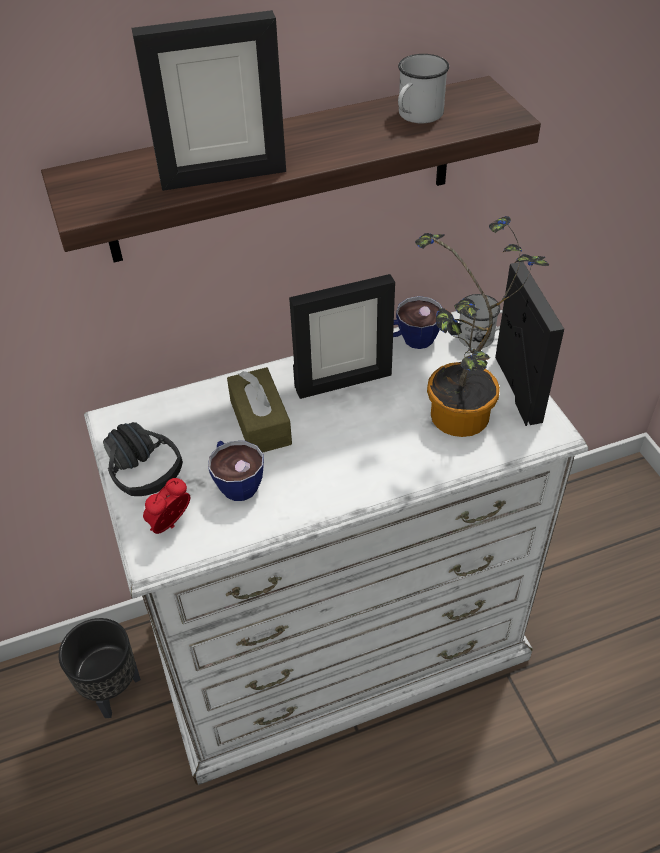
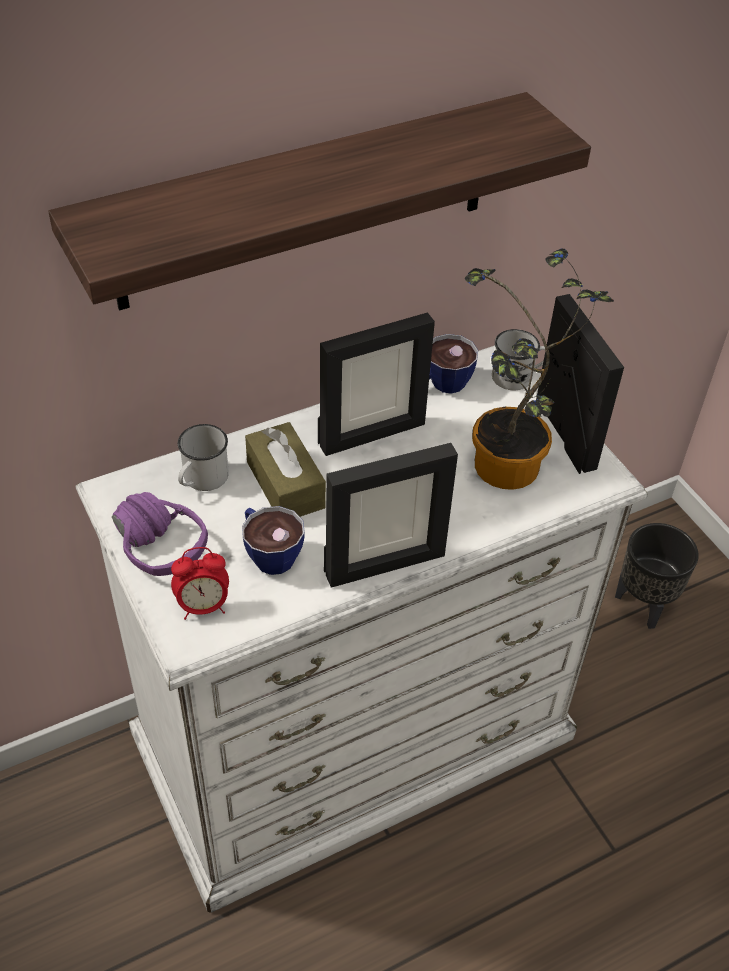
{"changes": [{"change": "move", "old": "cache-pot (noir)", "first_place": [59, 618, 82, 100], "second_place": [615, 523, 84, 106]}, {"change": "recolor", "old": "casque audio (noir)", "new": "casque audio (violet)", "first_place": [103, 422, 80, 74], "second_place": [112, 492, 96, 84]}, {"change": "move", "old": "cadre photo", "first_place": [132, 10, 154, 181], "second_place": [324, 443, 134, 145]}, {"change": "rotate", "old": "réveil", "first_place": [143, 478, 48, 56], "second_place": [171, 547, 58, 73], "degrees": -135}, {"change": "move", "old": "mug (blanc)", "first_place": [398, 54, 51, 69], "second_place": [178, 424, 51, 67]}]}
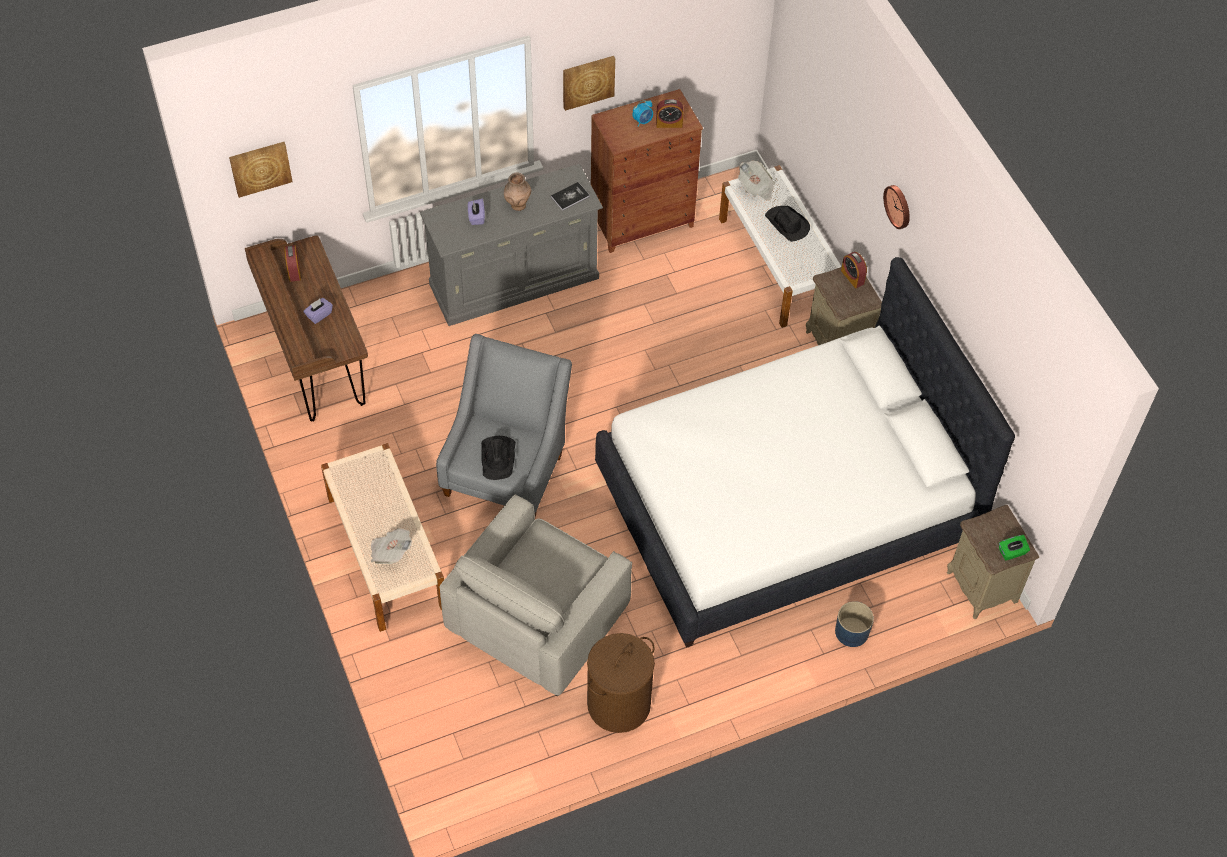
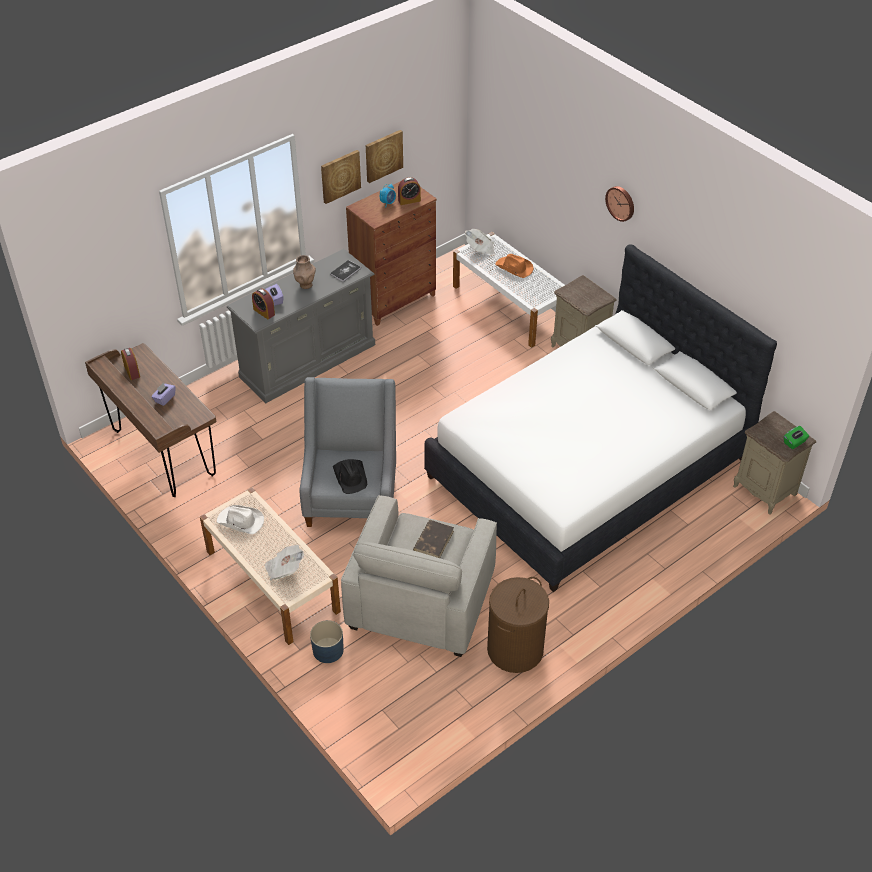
{"changes": [{"change": "move", "old": "tableau", "first_place": [229, 142, 64, 56], "second_place": [366, 130, 37, 53]}, {"change": "recolor", "old": "chapeau (noir)", "new": "chapeau (orange)", "first_place": [765, 206, 45, 36], "second_place": [495, 254, 39, 24]}, {"change": "move", "old": "cache-pot (bleu)", "first_place": [835, 601, 39, 46], "second_place": [310, 620, 34, 43]}, {"change": "move", "old": "réveil", "first_place": [841, 252, 26, 36], "second_place": [252, 288, 23, 31]}, {"change": "insert", "new": "chapeau (blanc)", "second_place": [217, 505, 47, 29]}, {"change": "insert", "new": "livre (marron)", "second_place": [413, 520, 41, 38]}]}
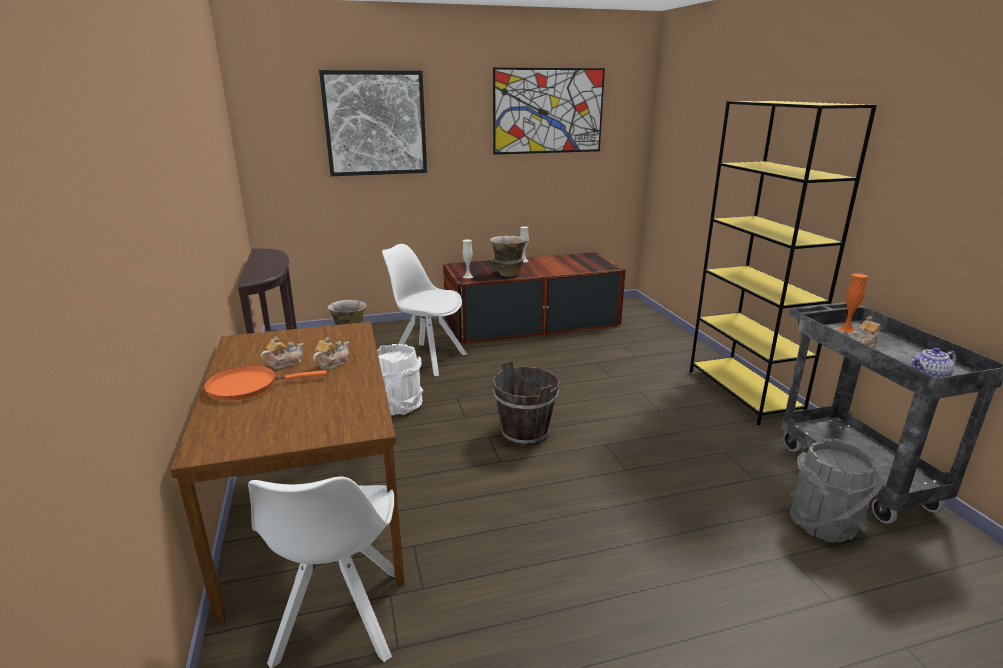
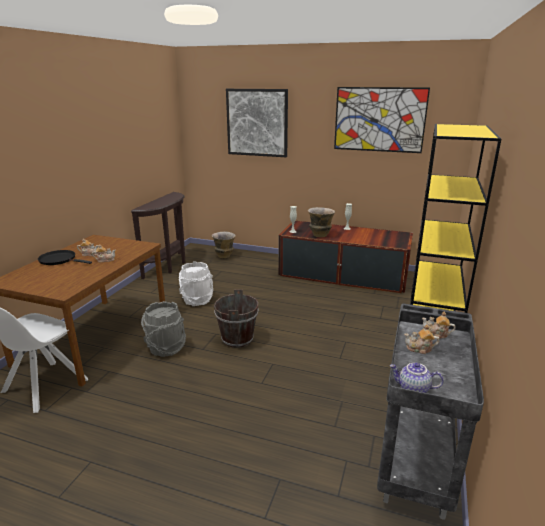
{"changes": [{"change": "recolor", "old": "poêle (orange)", "new": "poêle (noir)", "first_place": [204, 366, 123, 35], "second_place": [38, 250, 54, 15]}, {"change": "delete", "old": "chaise (blanc)", "first_place": [382, 244, 86, 132]}, {"change": "move", "old": "seau (gris)", "first_place": [790, 438, 92, 105], "second_place": [141, 301, 45, 56]}, {"change": "replace", "old": "vase (orange)", "new": "théière", "first_place": [838, 273, 30, 60], "second_place": [422, 312, 34, 27]}]}
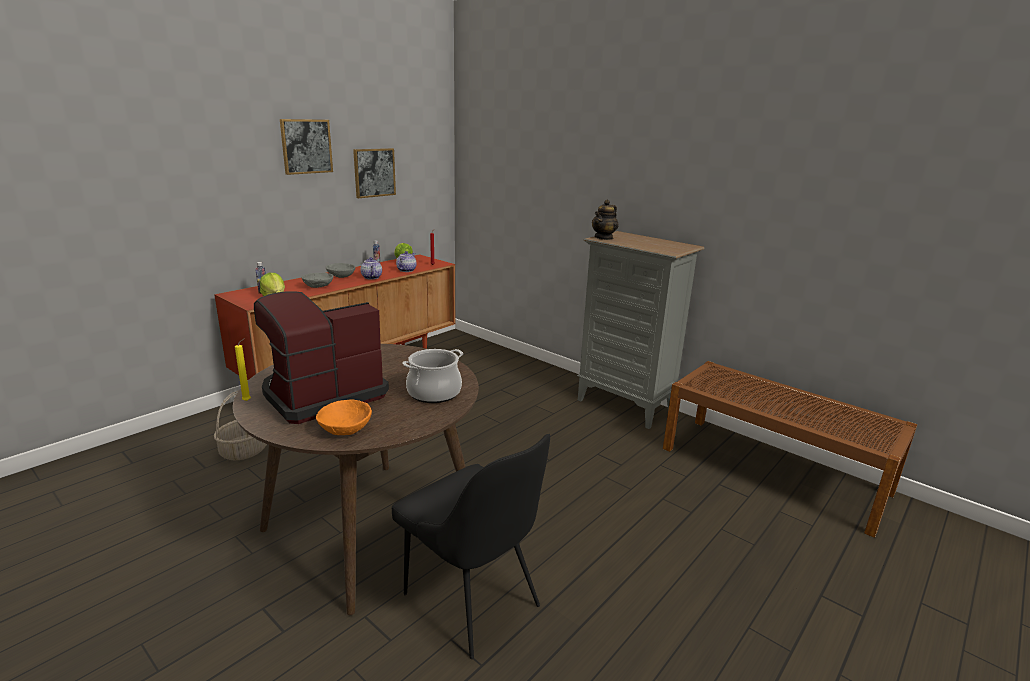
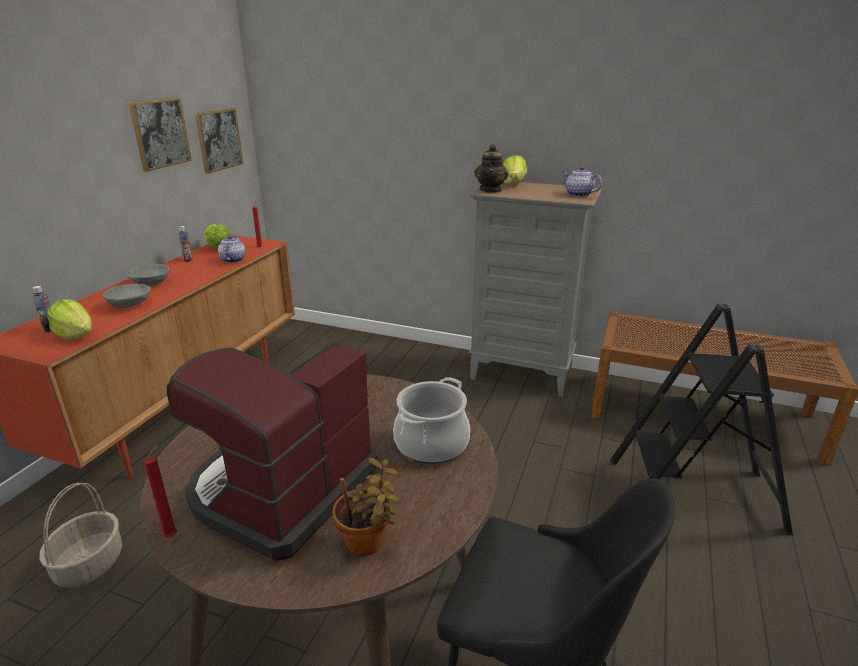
{"changes": [{"change": "recolor", "old": "bougie (jaune)", "new": "bougie (rouge)", "first_place": [235, 338, 16, 63], "second_place": [144, 444, 33, 94]}, {"change": "move", "old": "tableau", "first_place": [280, 119, 53, 56], "second_place": [195, 108, 48, 66]}, {"change": "replace", "old": "bol (orange)", "new": "plante en pot", "first_place": [316, 399, 56, 36], "second_place": [333, 458, 66, 98]}, {"change": "move", "old": "théière", "first_place": [360, 257, 22, 22], "second_place": [562, 166, 40, 31]}, {"change": "insert", "new": "laitue", "second_place": [503, 155, 25, 30]}, {"change": "insert", "new": "escabeau (noir)", "second_place": [610, 304, 184, 231]}]}
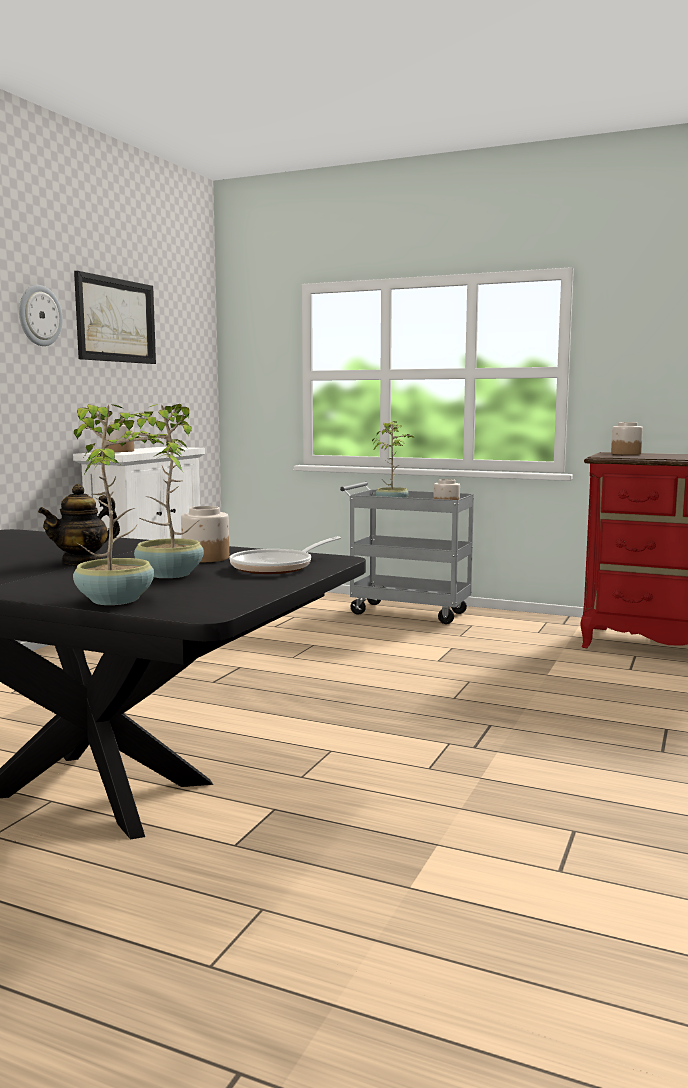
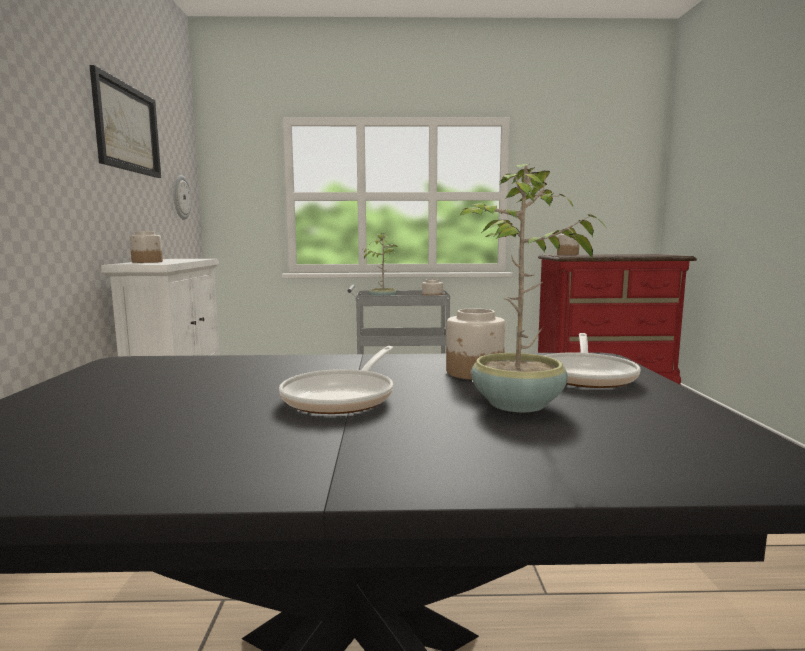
{"changes": [{"change": "move", "old": "horloge murale", "first_place": [19, 285, 44, 61], "second_place": [173, 175, 19, 45]}, {"change": "replace", "old": "théière", "new": "poêle", "first_place": [38, 484, 82, 81], "second_place": [279, 346, 115, 68]}, {"change": "delete", "old": "plante en pot", "first_place": [73, 404, 92, 201]}]}
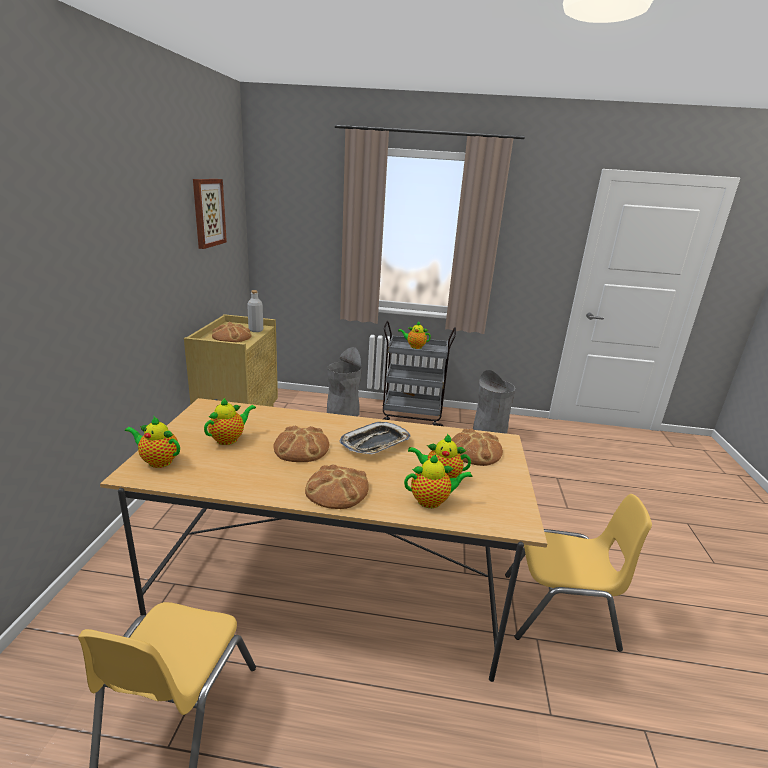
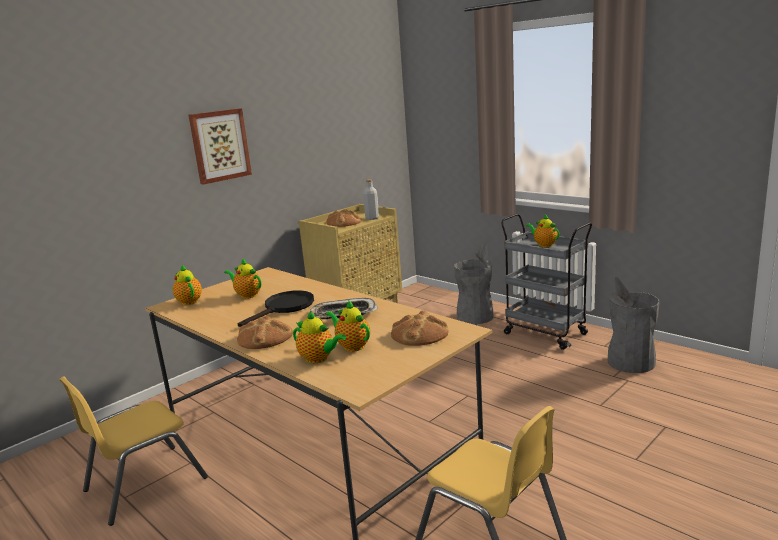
{"changes": [{"change": "move", "old": "tableau", "first_place": [193, 179, 34, 70], "second_place": [189, 108, 63, 77]}, {"change": "rotate", "old": "théière", "first_place": [204, 398, 52, 47], "second_place": [224, 259, 37, 40], "degrees": -135}, {"change": "replace", "old": "pain", "new": "poêle (noir)", "first_place": [273, 425, 56, 37], "second_place": [238, 290, 76, 37]}]}
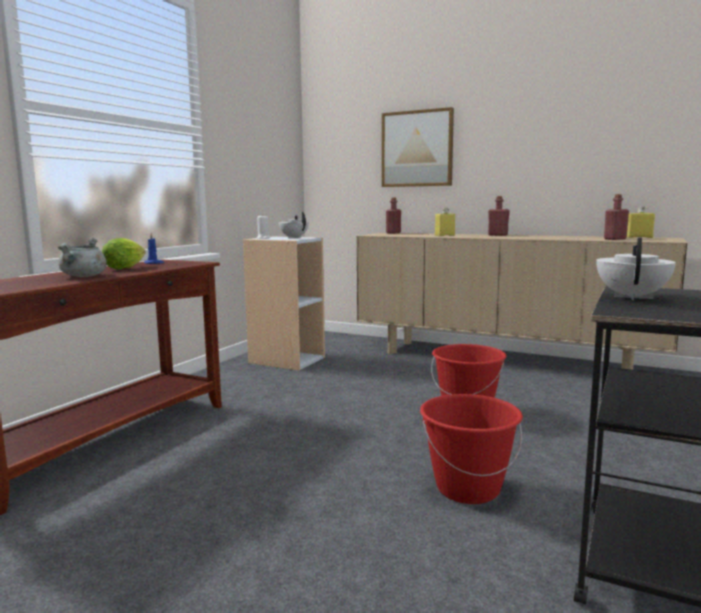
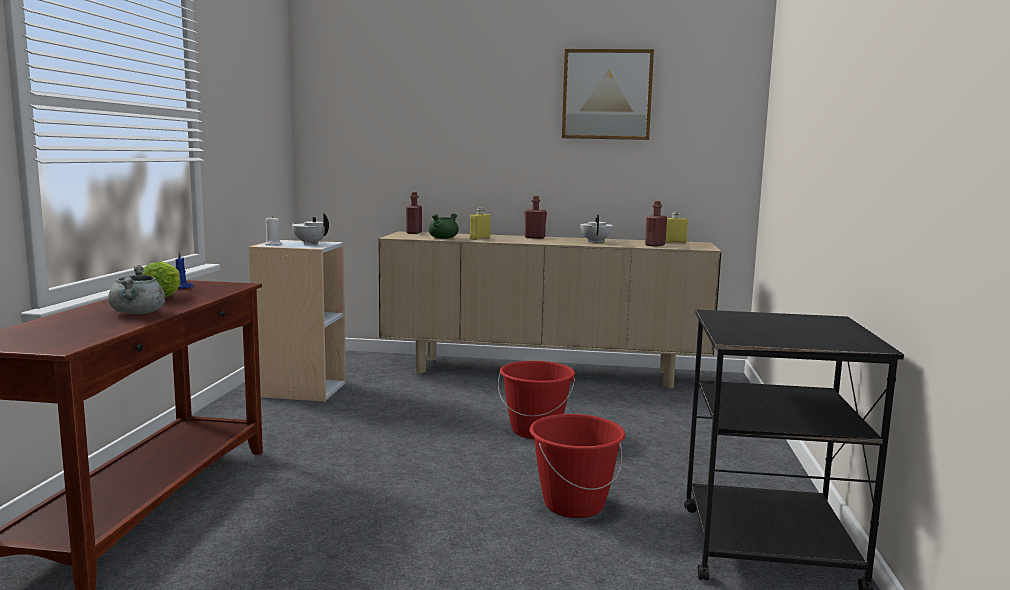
{"changes": [{"change": "move", "old": "tableau", "first_place": [382, 107, 72, 80], "second_place": [562, 49, 92, 91]}, {"change": "move", "old": "théière (blanc)", "first_place": [596, 237, 80, 63], "second_place": [580, 214, 33, 29]}, {"change": "insert", "new": "marmite (vert)", "second_place": [428, 213, 31, 26]}]}
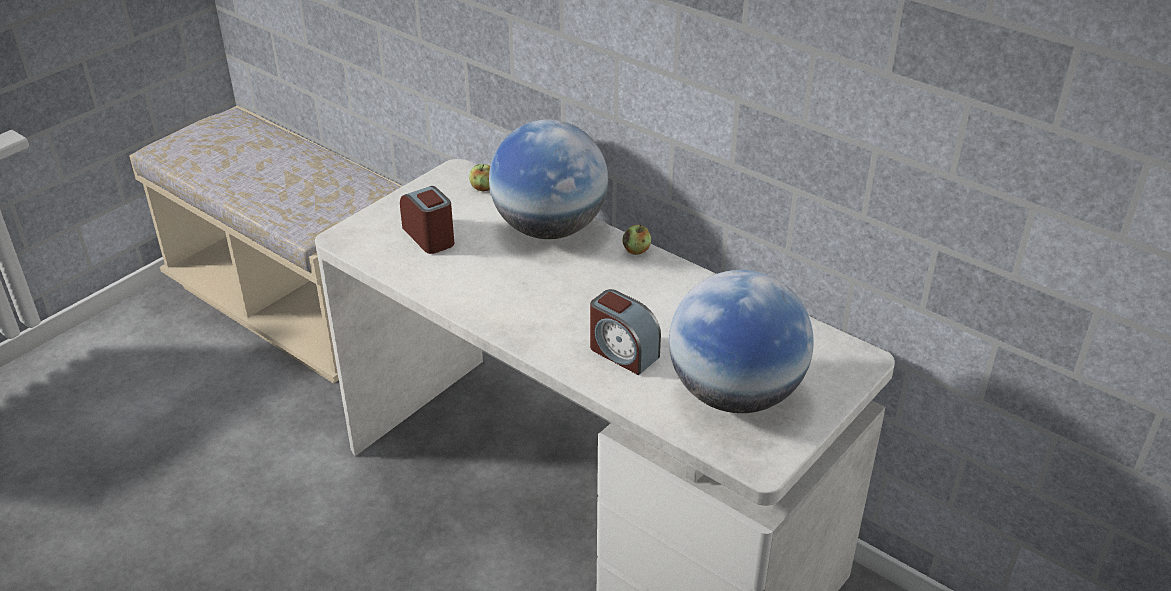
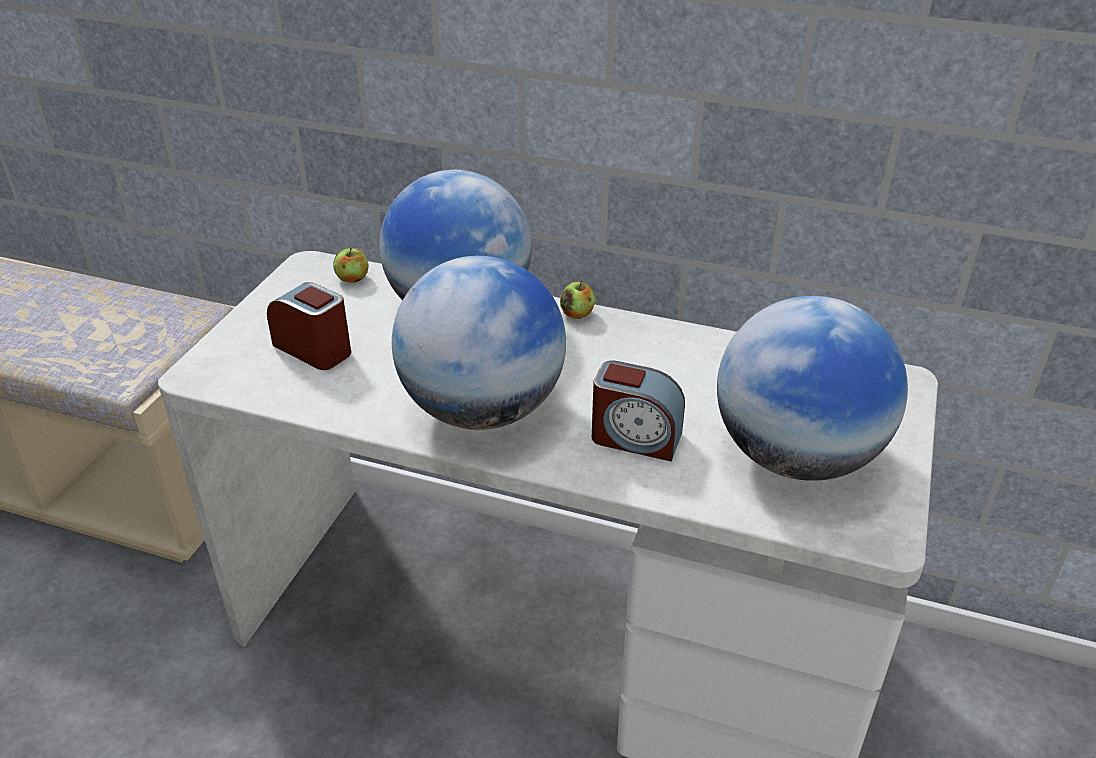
{"changes": [{"change": "insert", "new": "globe", "second_place": [392, 256, 174, 174]}]}
